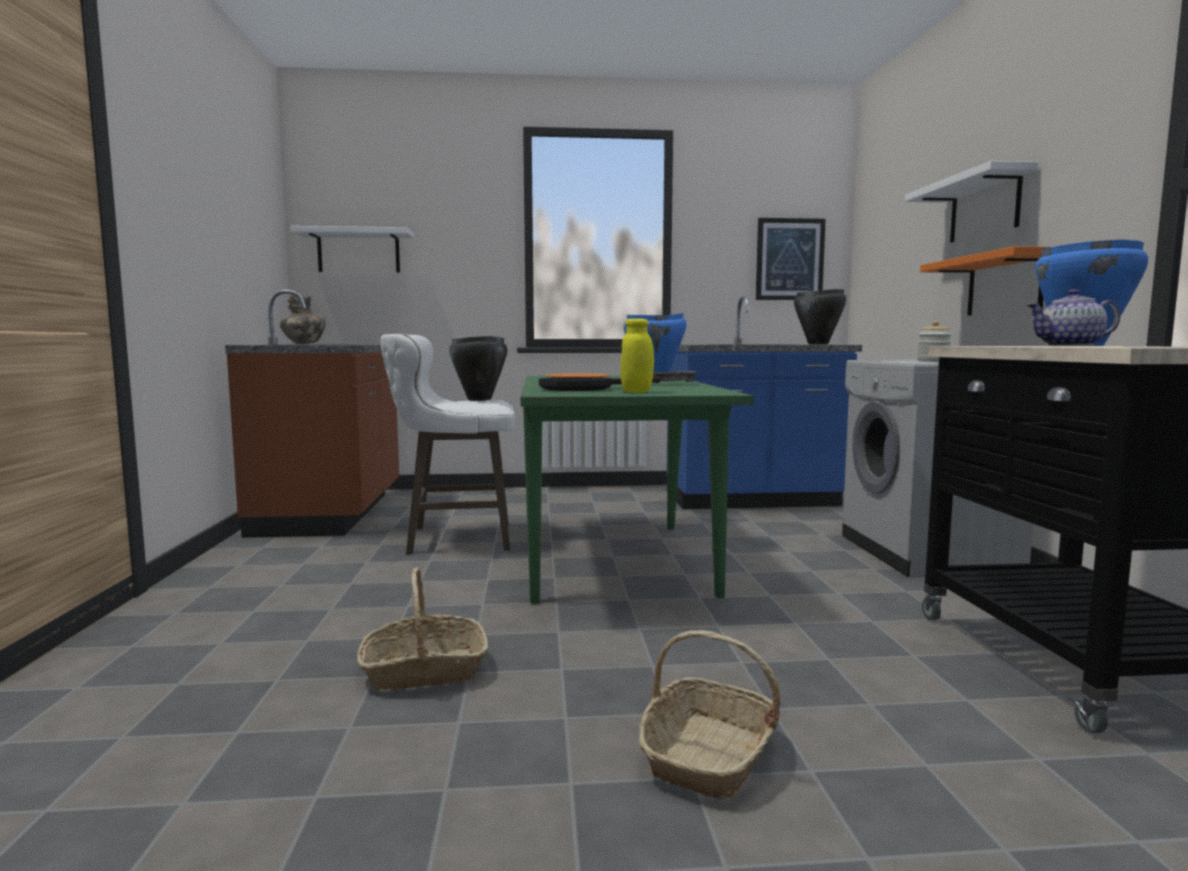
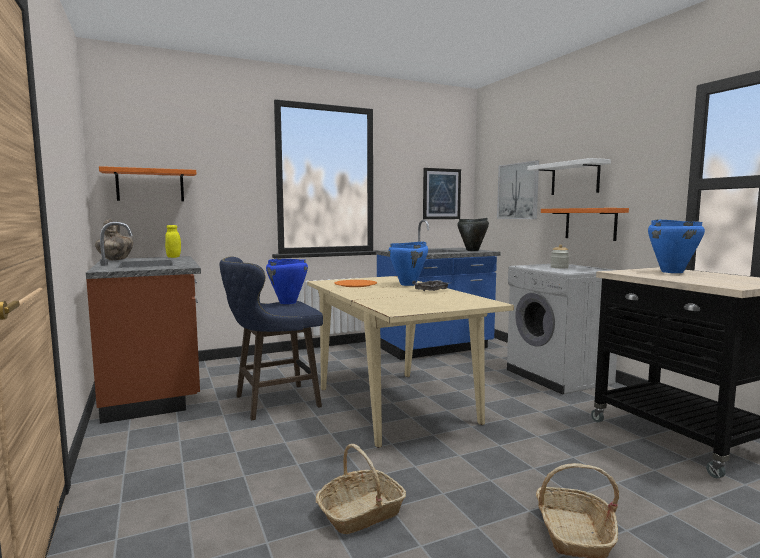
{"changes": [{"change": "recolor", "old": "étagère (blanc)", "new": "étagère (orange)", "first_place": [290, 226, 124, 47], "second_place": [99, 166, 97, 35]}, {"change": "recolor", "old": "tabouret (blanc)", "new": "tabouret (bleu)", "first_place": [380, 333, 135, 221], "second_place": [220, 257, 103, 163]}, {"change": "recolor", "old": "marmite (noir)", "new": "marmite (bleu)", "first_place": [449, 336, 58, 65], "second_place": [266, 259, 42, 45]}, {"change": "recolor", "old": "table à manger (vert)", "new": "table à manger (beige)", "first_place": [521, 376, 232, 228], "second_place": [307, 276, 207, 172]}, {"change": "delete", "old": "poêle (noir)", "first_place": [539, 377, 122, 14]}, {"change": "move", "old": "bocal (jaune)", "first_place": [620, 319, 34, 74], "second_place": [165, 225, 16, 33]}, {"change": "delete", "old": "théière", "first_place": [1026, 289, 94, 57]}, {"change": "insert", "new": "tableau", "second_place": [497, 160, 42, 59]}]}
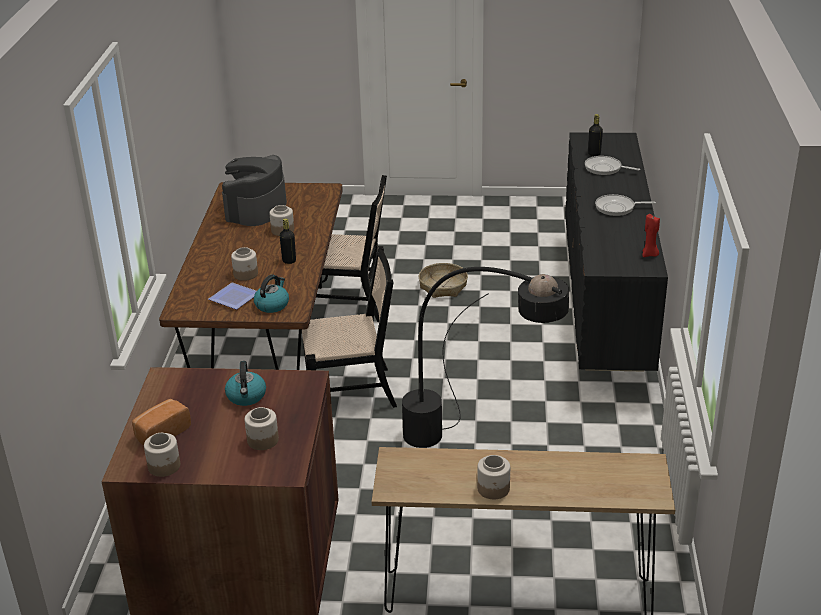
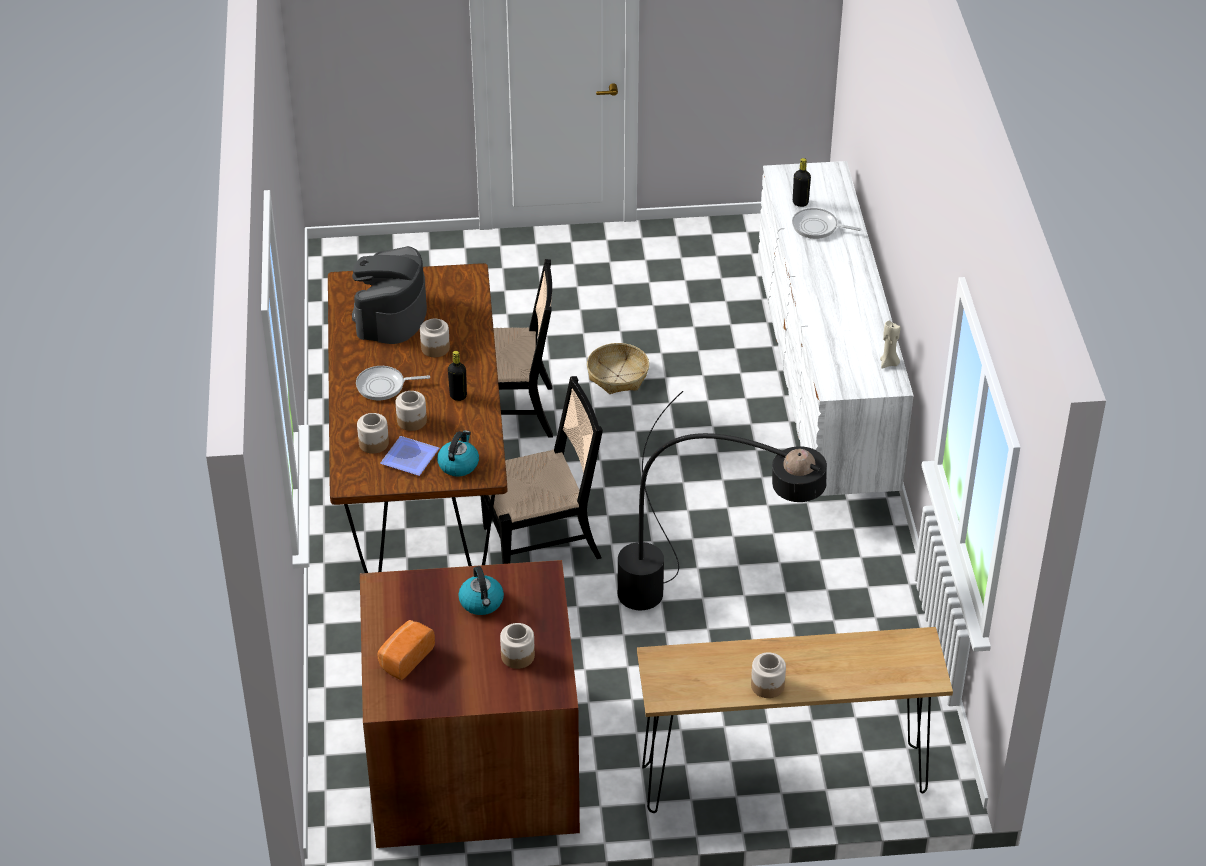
{"changes": [{"change": "move", "old": "bocal", "first_place": [144, 433, 36, 44], "second_place": [357, 413, 32, 41]}, {"change": "recolor", "old": "meuble de rangement (noir)", "new": "meuble de rangement (blanc)", "first_place": [565, 132, 103, 240], "second_place": [758, 161, 156, 335]}, {"change": "move", "old": "poêle", "first_place": [595, 194, 61, 22], "second_place": [356, 366, 74, 34]}, {"change": "recolor", "old": "bougie (rouge)", "new": "bougie (beige)", "first_place": [642, 214, 18, 43], "second_place": [880, 321, 21, 48]}]}
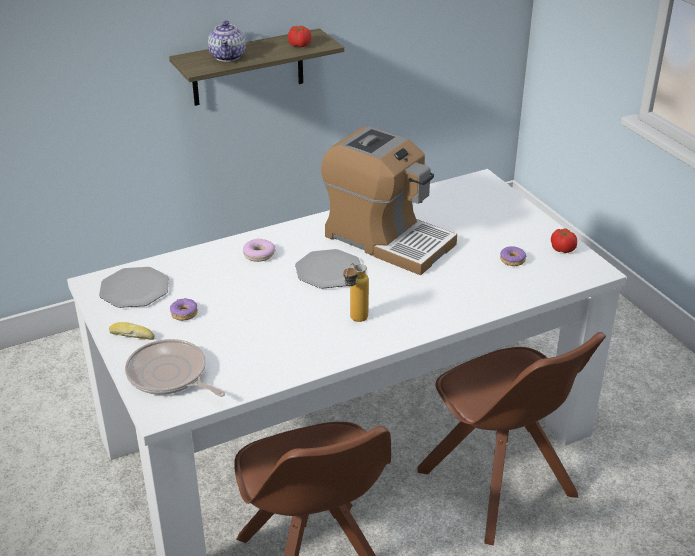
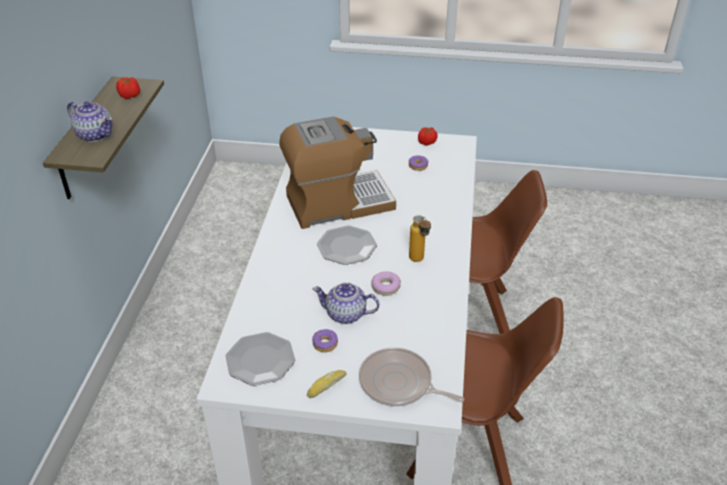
{"changes": [{"change": "rotate", "old": "poêle", "first_place": [125, 339, 100, 58], "second_place": [359, 348, 105, 58], "degrees": 45}, {"change": "move", "old": "beignet", "first_place": [243, 239, 33, 23], "second_place": [371, 271, 30, 25]}, {"change": "insert", "new": "théière", "second_place": [313, 282, 66, 42]}]}
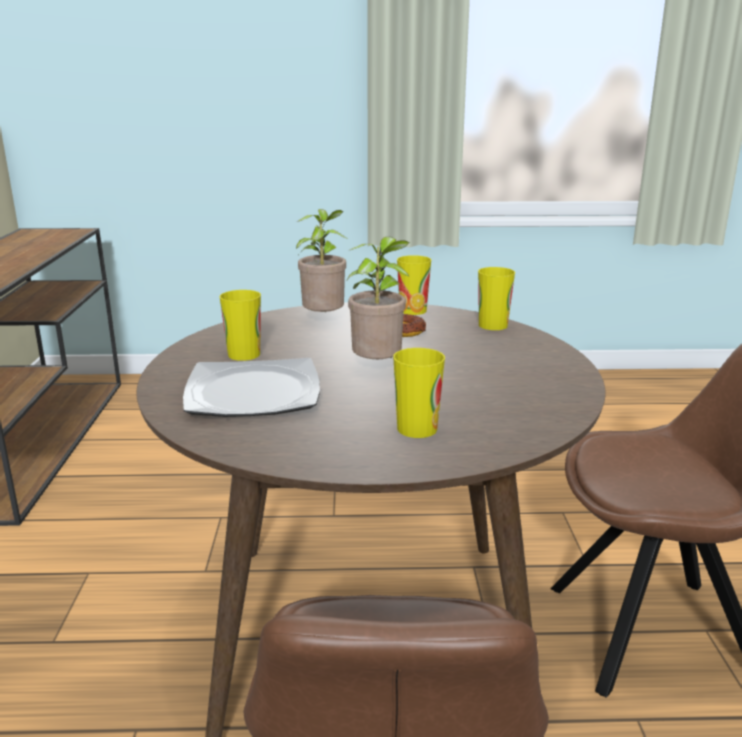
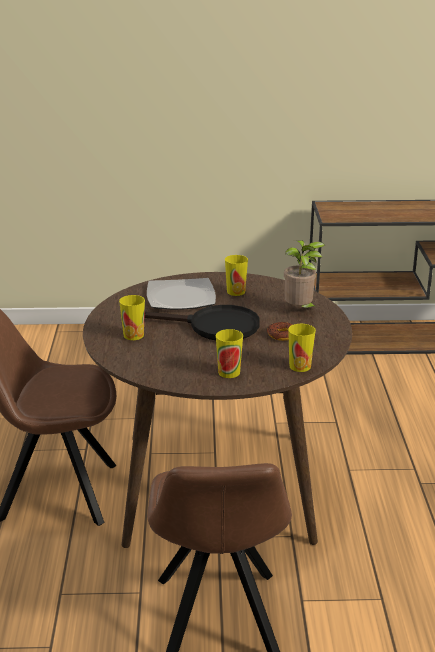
{"changes": [{"change": "replace", "old": "plante en pot", "new": "poêle (noir)", "first_place": [346, 237, 64, 122], "second_place": [144, 305, 116, 35]}, {"change": "move", "old": "tasse", "first_place": [397, 255, 35, 60], "second_place": [216, 329, 27, 49]}]}
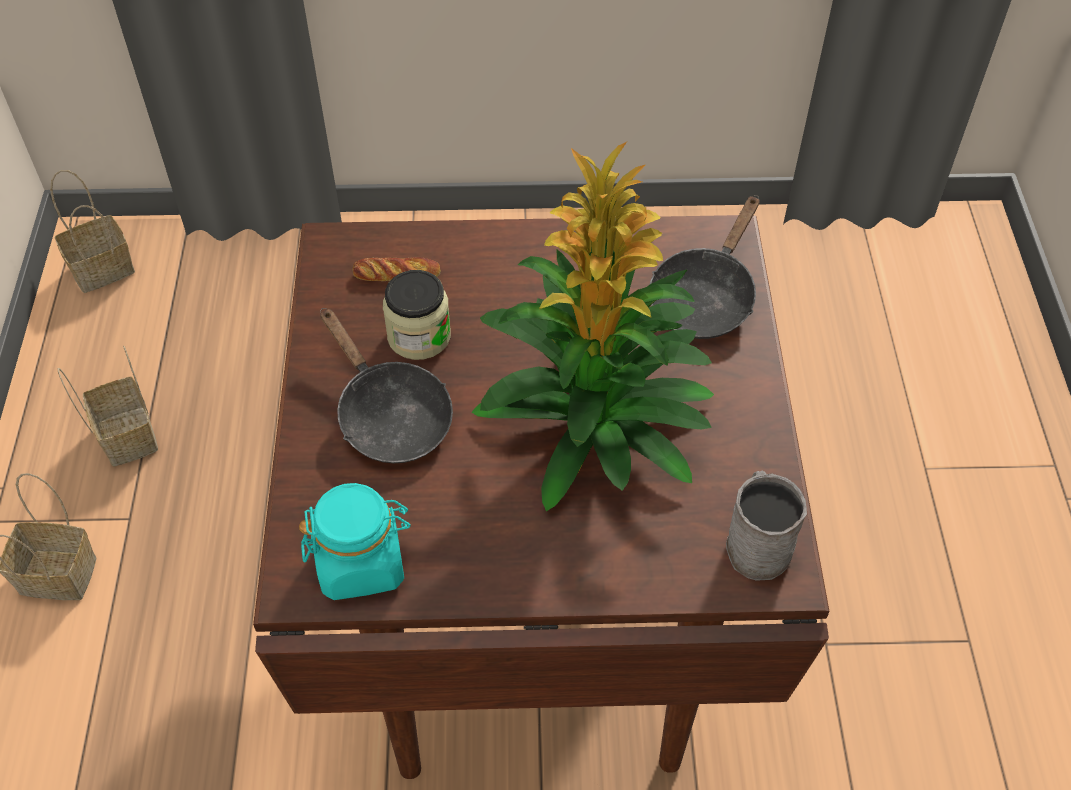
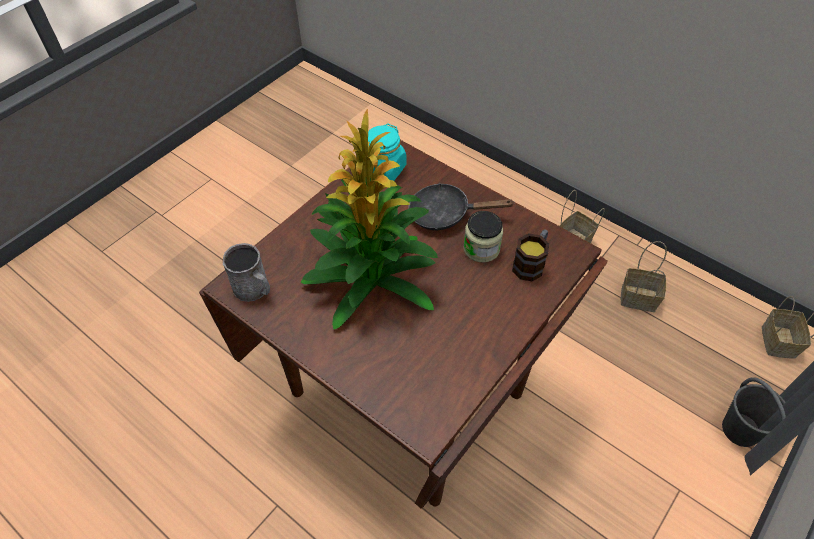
{"changes": [{"change": "replace", "old": "pain", "new": "mug", "first_place": [352, 257, 89, 24], "second_place": [512, 229, 37, 52]}, {"change": "delete", "old": "poêle (noir)", "first_place": [650, 195, 110, 144]}, {"change": "insert", "new": "seau (gris)", "second_place": [722, 377, 64, 70]}]}
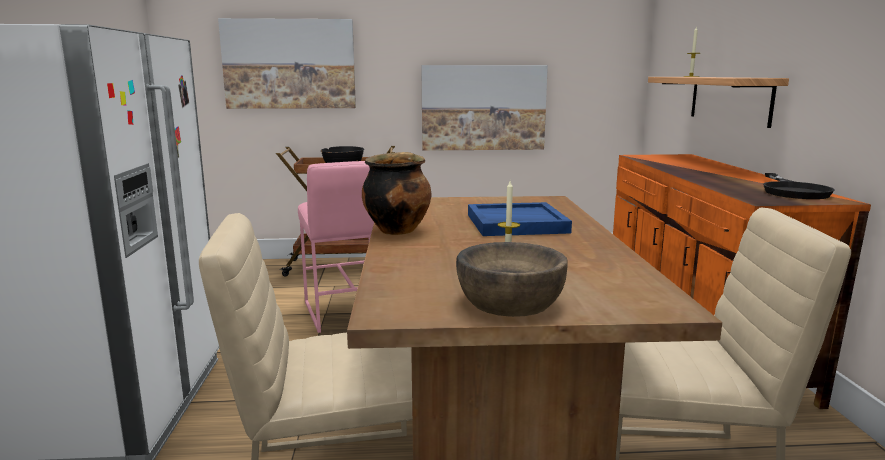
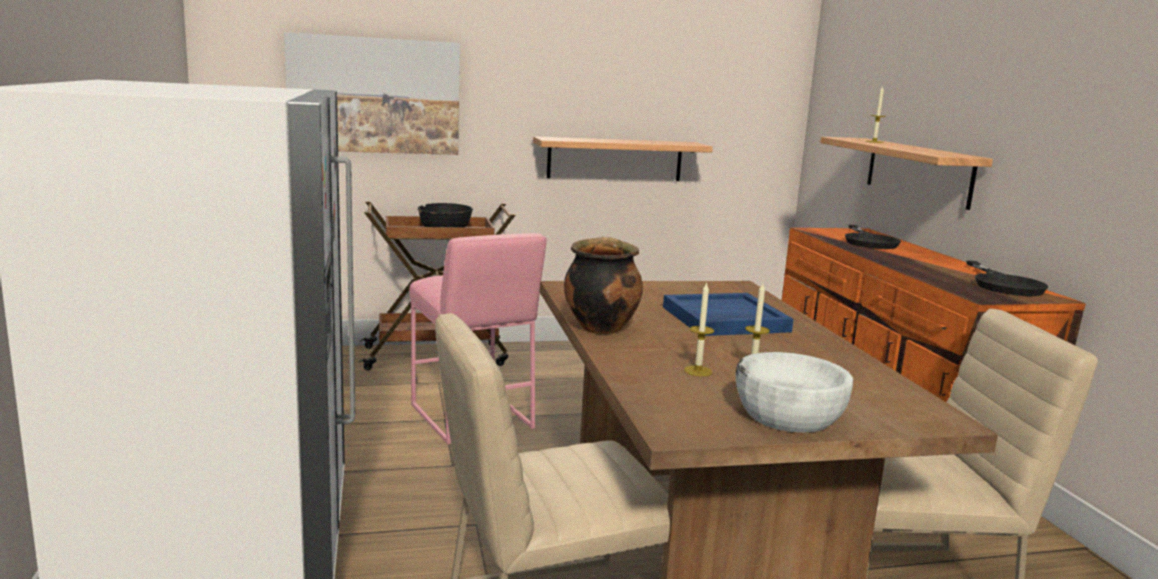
{"changes": [{"change": "replace", "old": "tableau", "new": "étagère", "first_place": [421, 65, 127, 86], "second_place": [533, 136, 180, 45]}, {"change": "recolor", "old": "bol (marron)", "new": "bol (blanc)", "first_place": [456, 242, 112, 75], "second_place": [736, 352, 117, 81]}, {"change": "insert", "new": "bougie", "second_place": [684, 282, 30, 94]}, {"change": "insert", "new": "poêle (noir)", "second_place": [845, 225, 56, 24]}]}
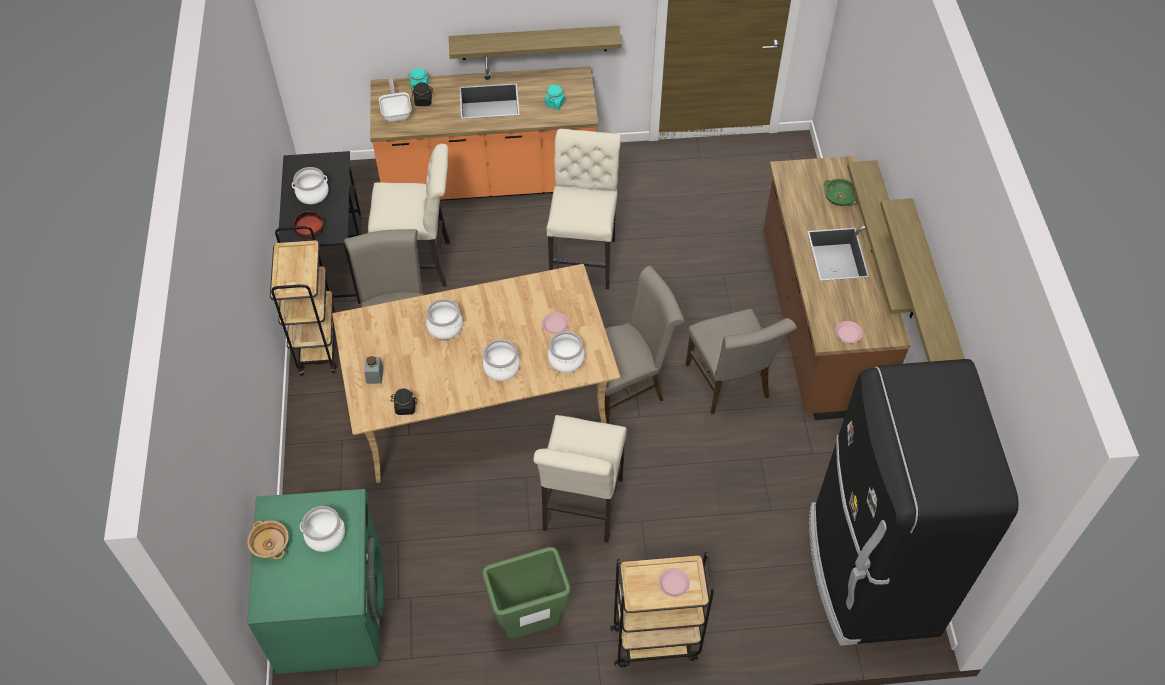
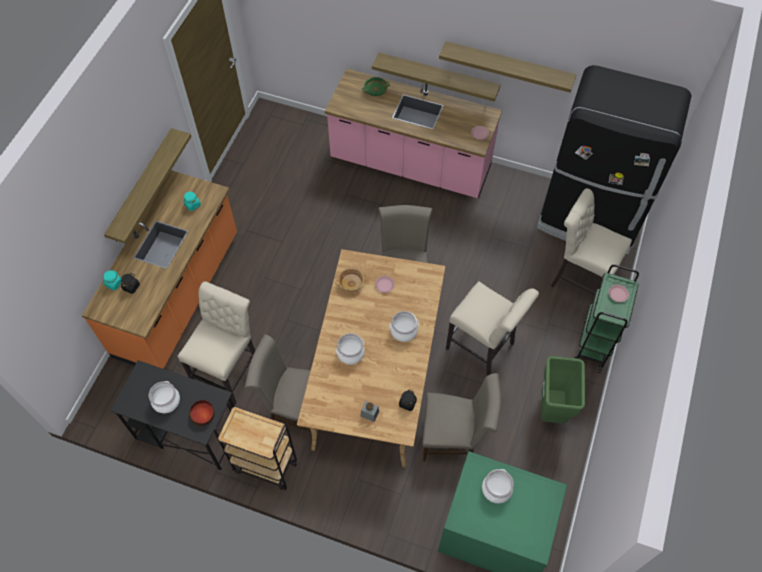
{"changes": [{"change": "move", "old": "bol (beige)", "first_place": [247, 520, 42, 40], "second_place": [335, 268, 32, 24]}, {"change": "delete", "old": "poêle", "first_place": [379, 79, 33, 43]}, {"change": "move", "old": "tabouret (beige)", "first_place": [547, 129, 74, 160], "second_place": [551, 188, 81, 107]}, {"change": "delete", "old": "marmite", "first_place": [548, 331, 37, 42]}, {"change": "recolor", "old": "chariot (marron)", "new": "chariot (vert)", "first_place": [610, 552, 104, 115], "second_place": [575, 265, 64, 108]}, {"change": "move", "old": "chaise (beige)", "first_place": [685, 309, 112, 105], "second_place": [422, 373, 79, 88]}, {"change": "recolor", "old": "comptoir de cuisine (marron)", "new": "comptoir de cuisine (rose)", "first_place": [763, 156, 148, 264], "second_place": [325, 69, 177, 129]}]}
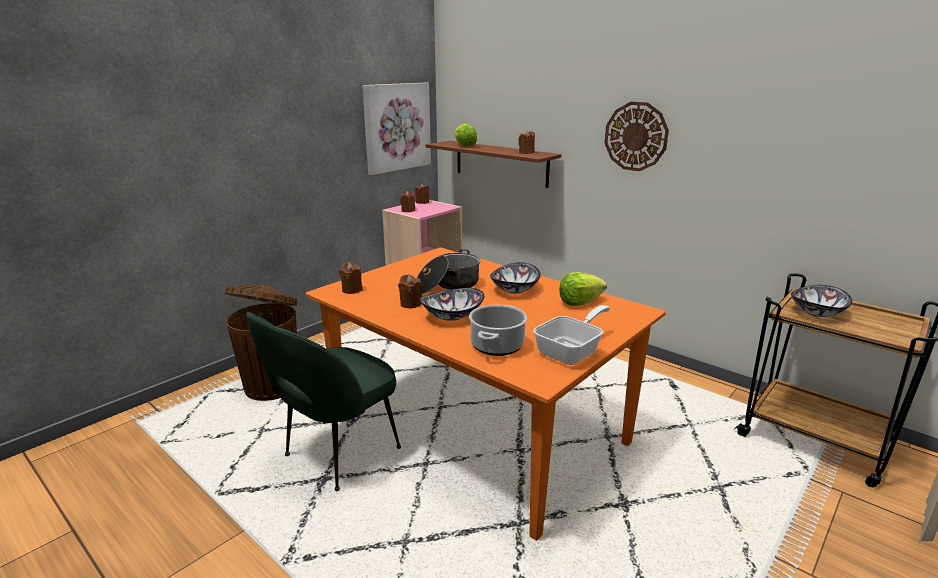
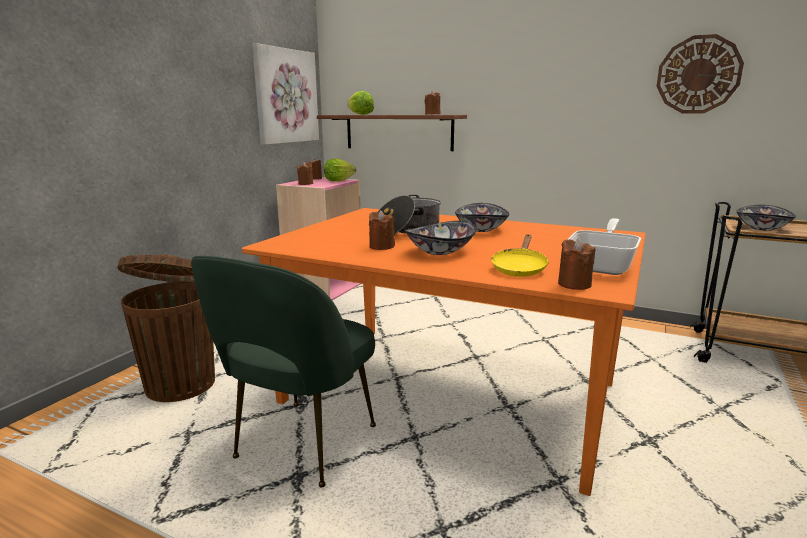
{"changes": [{"change": "move", "old": "bougie (marron)", "first_place": [339, 262, 24, 32], "second_place": [558, 239, 37, 51]}, {"change": "replace", "old": "marmite", "new": "poêle (jaune)", "first_place": [469, 305, 58, 51], "second_place": [491, 234, 58, 43]}, {"change": "move", "old": "laitue", "first_place": [559, 272, 48, 34], "second_place": [324, 158, 32, 23]}, {"change": "move", "old": "horloge murale", "first_place": [604, 102, 65, 69], "second_place": [657, 34, 87, 79]}]}
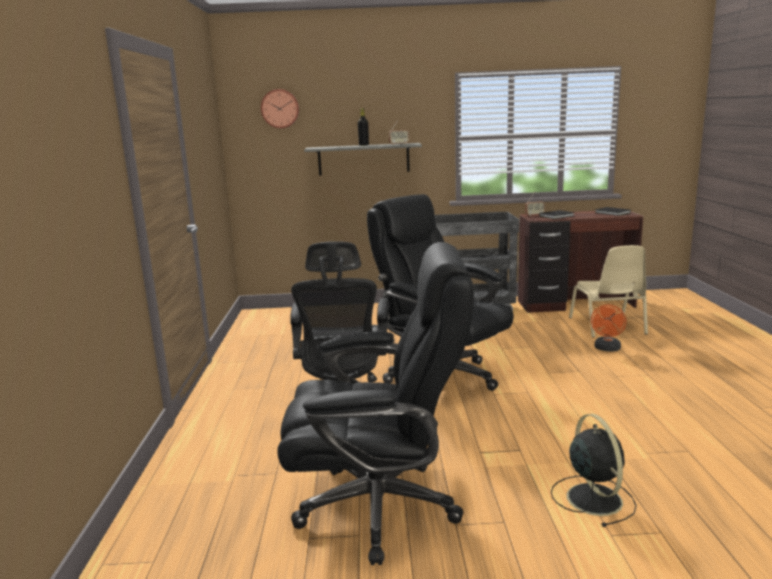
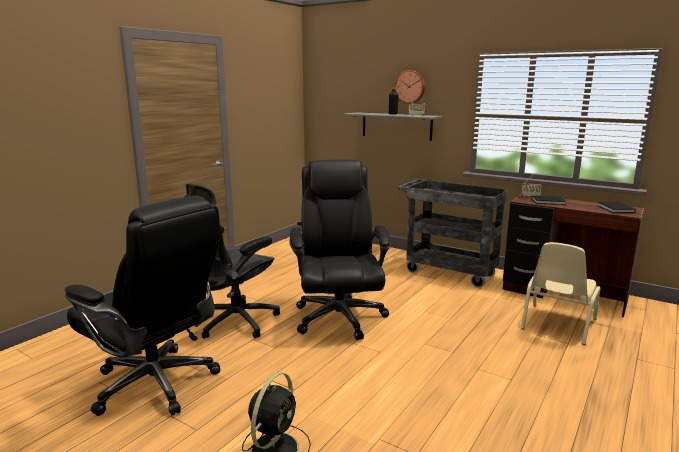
{"changes": [{"change": "move", "old": "horloge murale", "first_place": [261, 89, 38, 39], "second_place": [395, 70, 30, 34]}, {"change": "delete", "old": "ventilateur (orange)", "first_place": [591, 305, 36, 46]}]}
